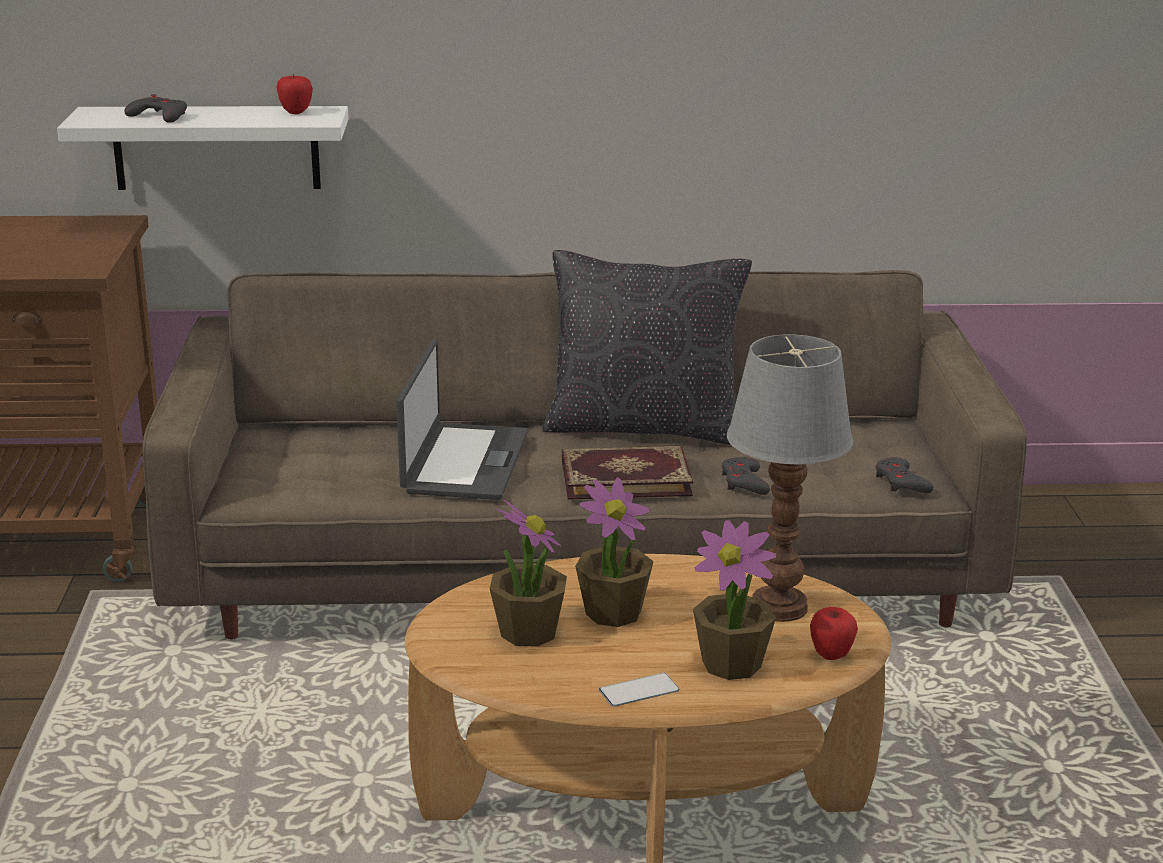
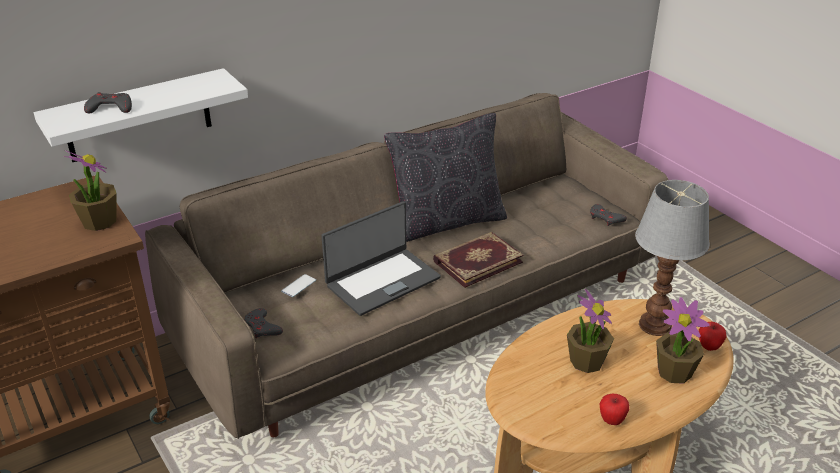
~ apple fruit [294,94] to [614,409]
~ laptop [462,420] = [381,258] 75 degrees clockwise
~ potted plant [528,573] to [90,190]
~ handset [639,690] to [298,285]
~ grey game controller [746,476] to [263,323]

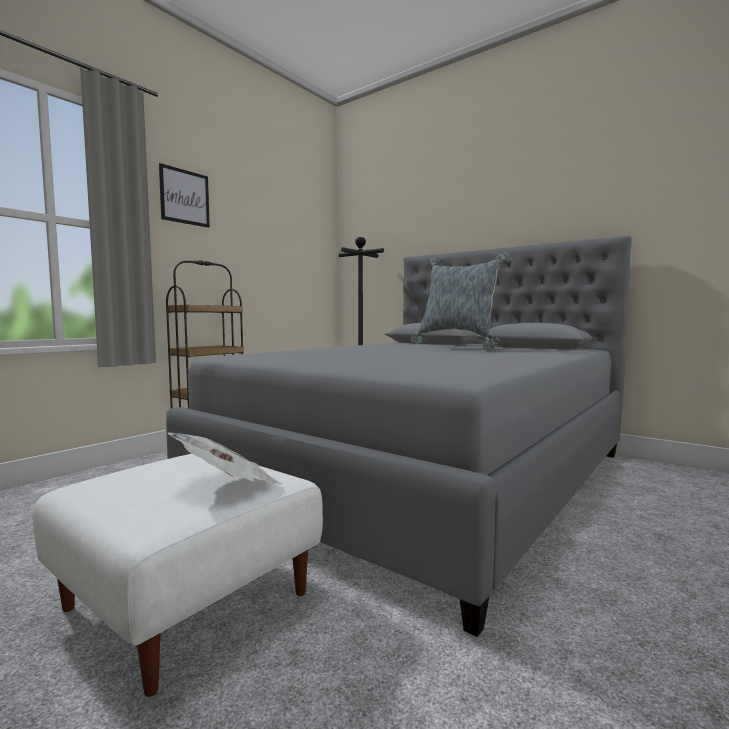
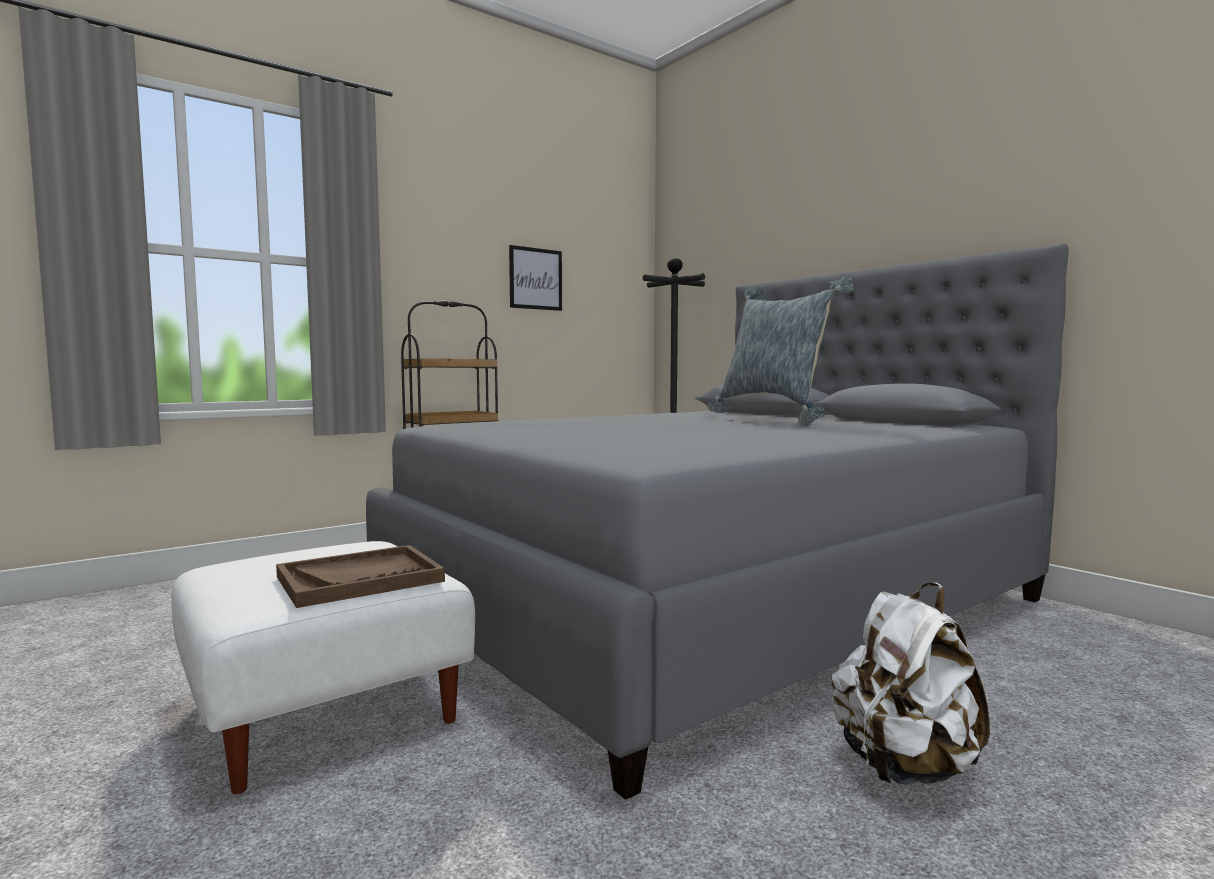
~ wall art [184,195] to [535,278]
~ newspaper [225,458] to brown-coloured serving tray [360,576]
+ whitish knapsack [911,684]

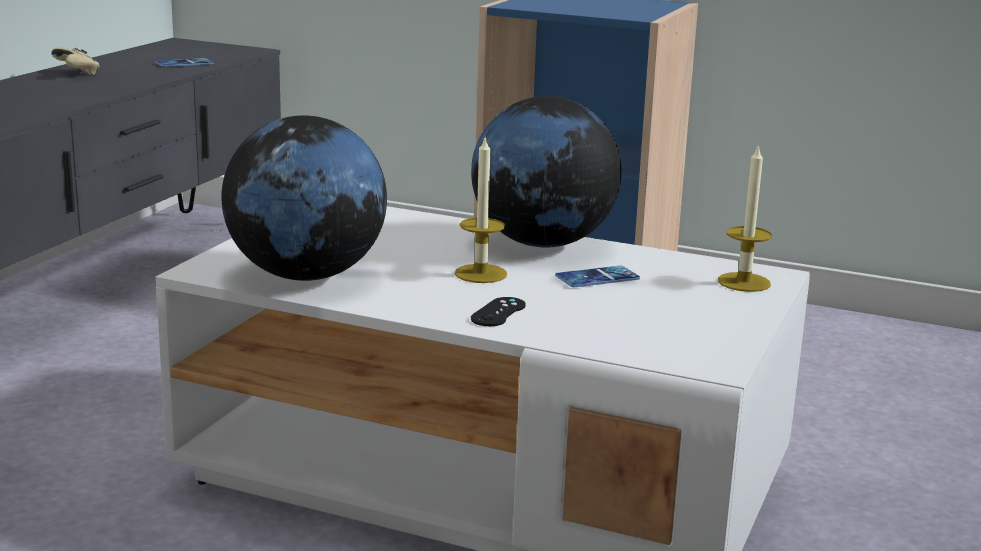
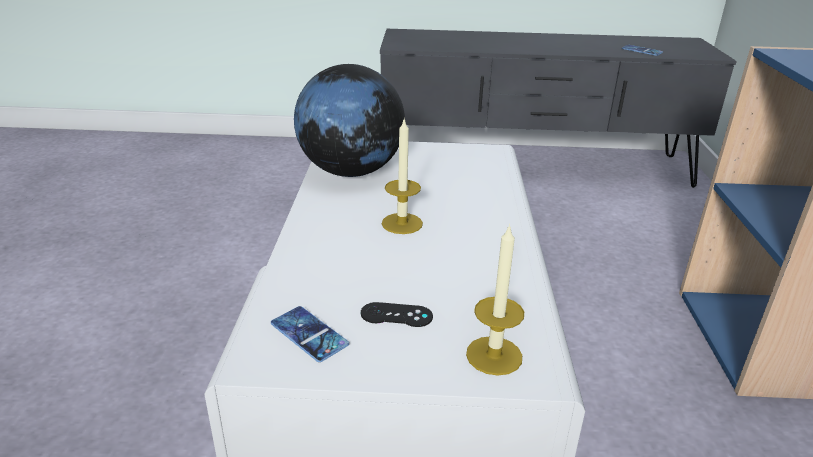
- sand-coloured game controller [75,61]
- desk globe [546,171]
~ blackish game controller [498,311] to [397,314]
~ handset [597,276] to [310,334]

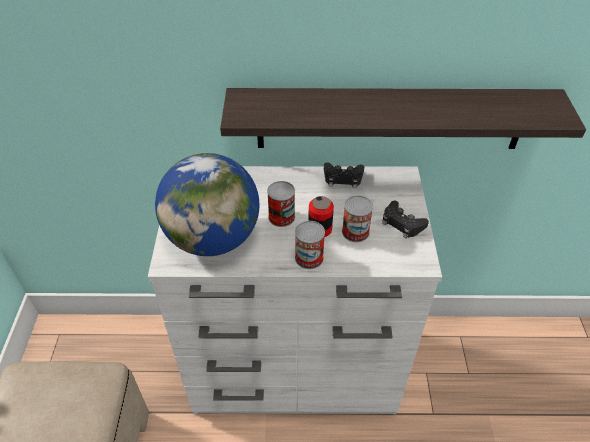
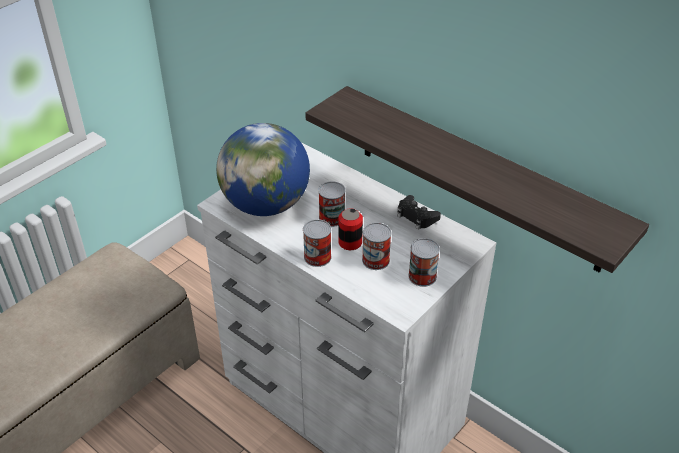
~ blackish game controller [405,220] to metal can [424,262]

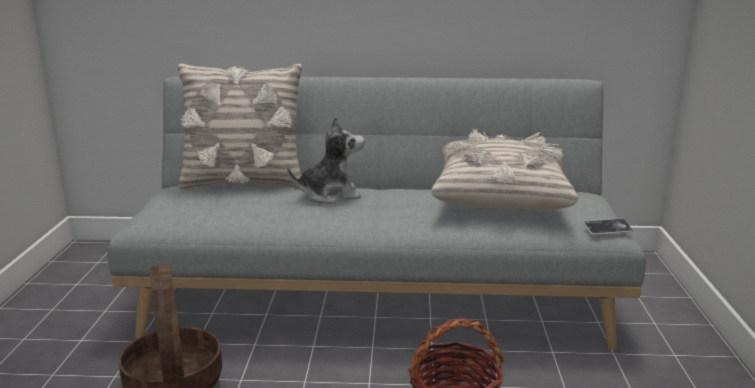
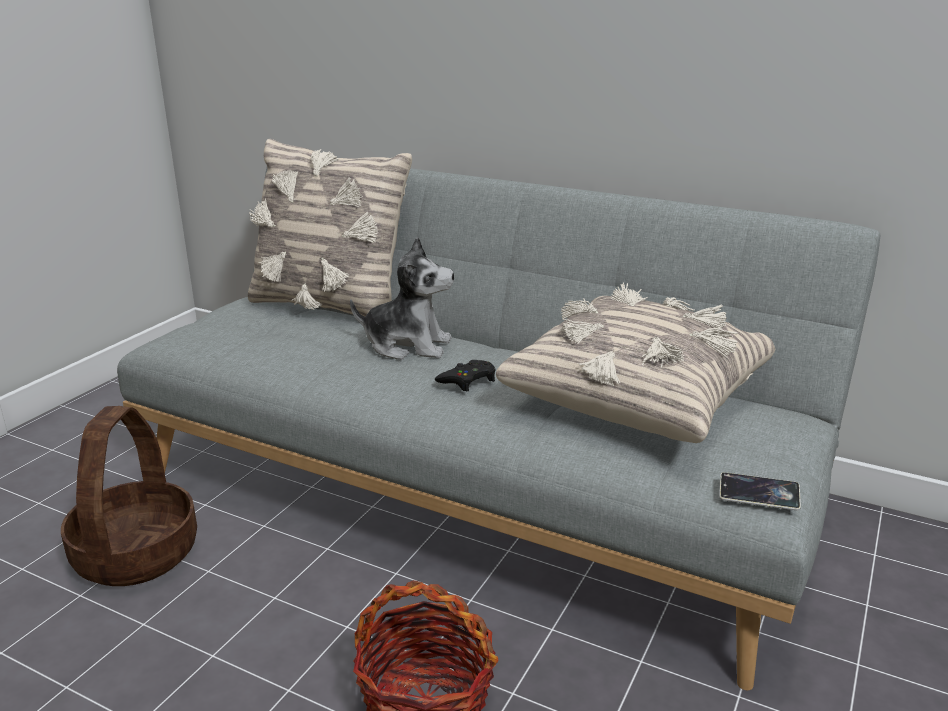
+ blackish game controller [465,376]

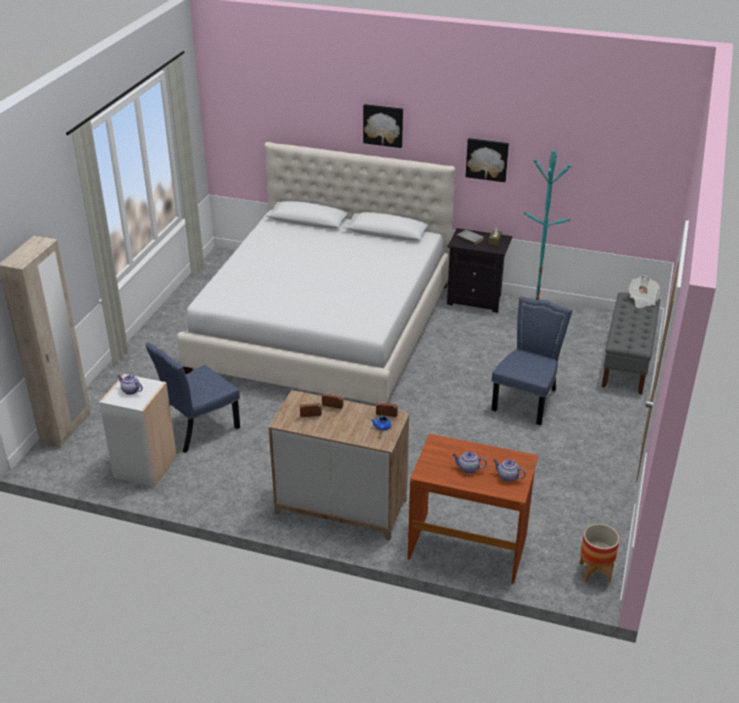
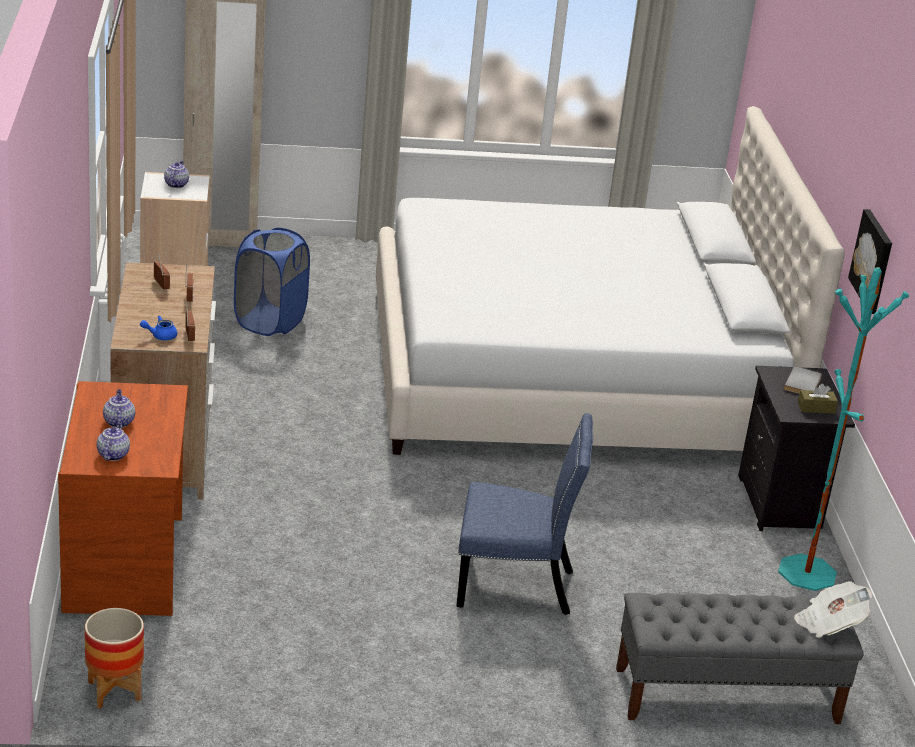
~ bluish upright chair [193,398] to bluish hamper [272,282]
- wall art [383,126]

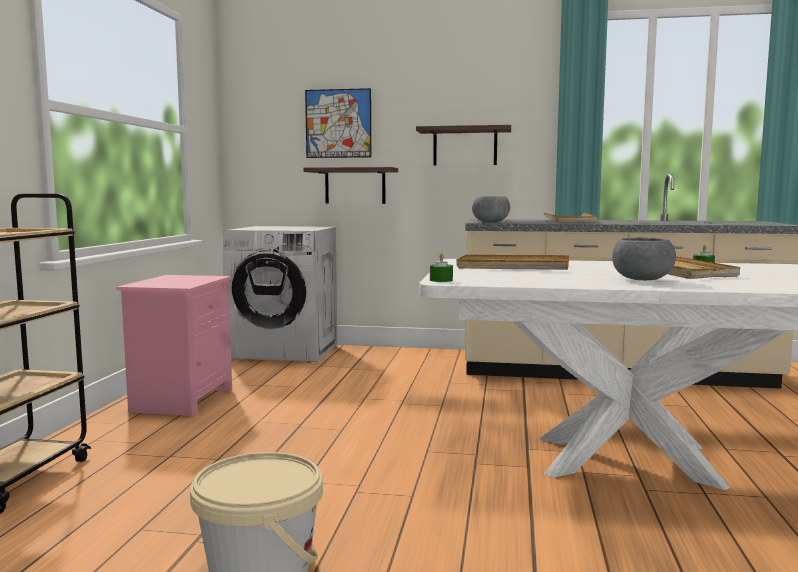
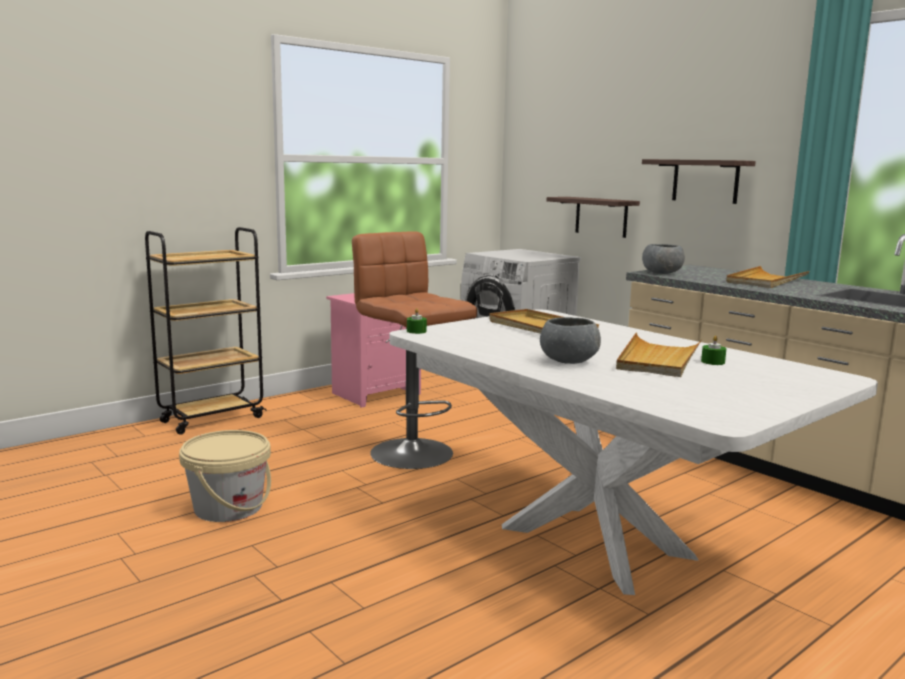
- wall art [338,123]
+ brown-coloured stool [414,350]

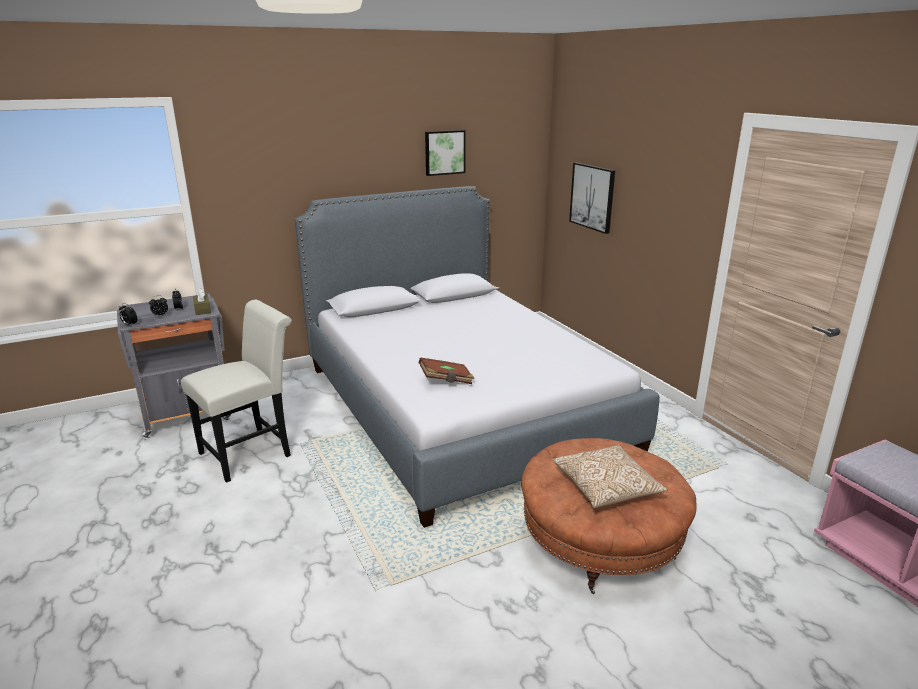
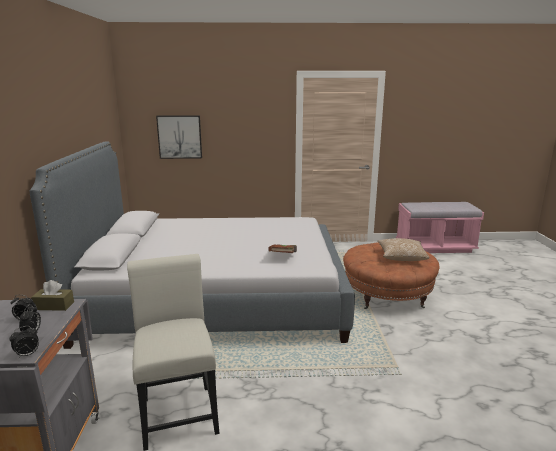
- wall art [445,153]

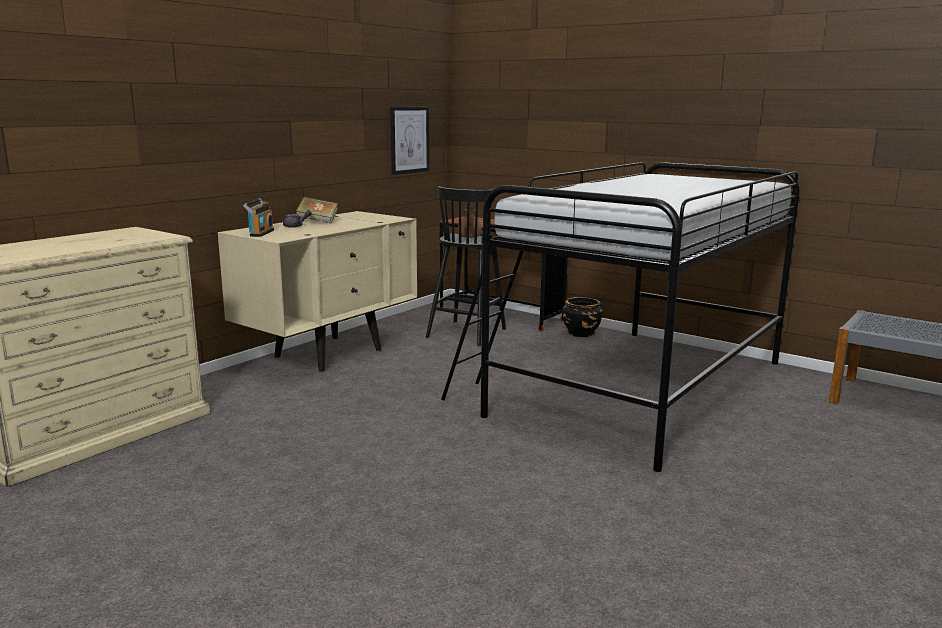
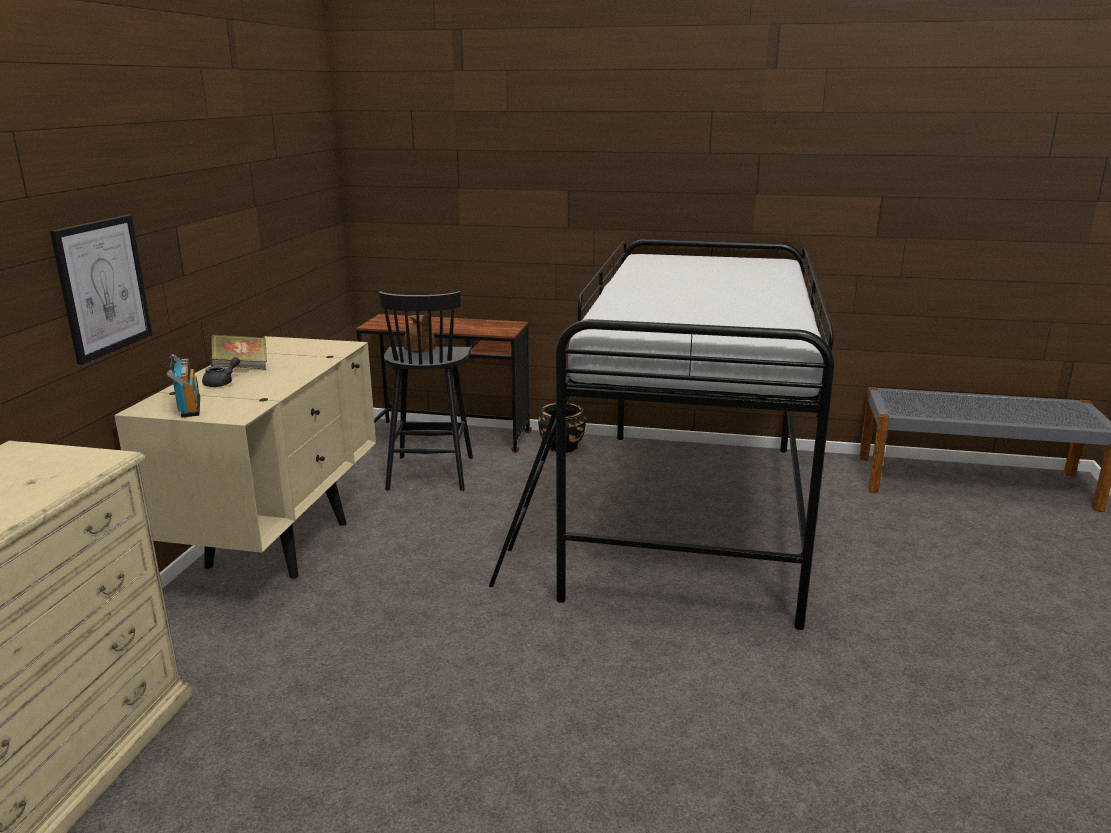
~ wall art [409,141] to [101,290]

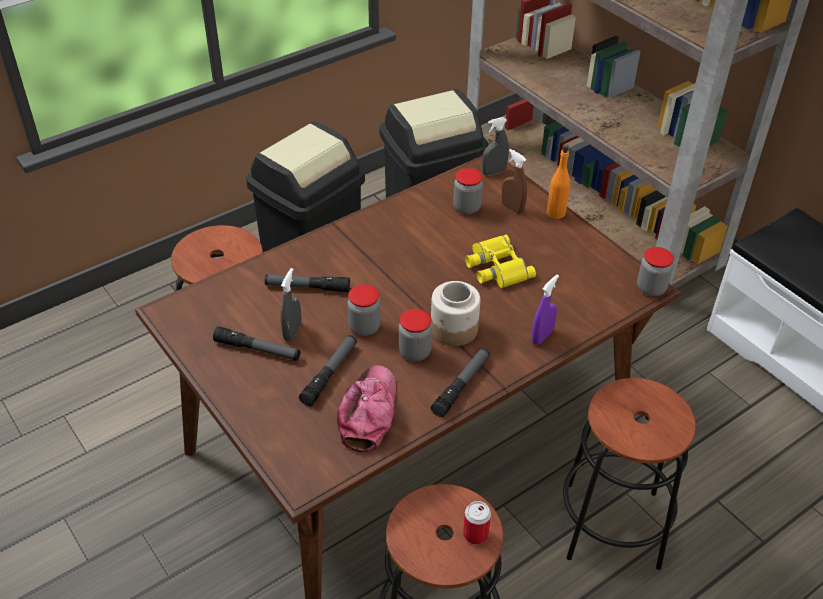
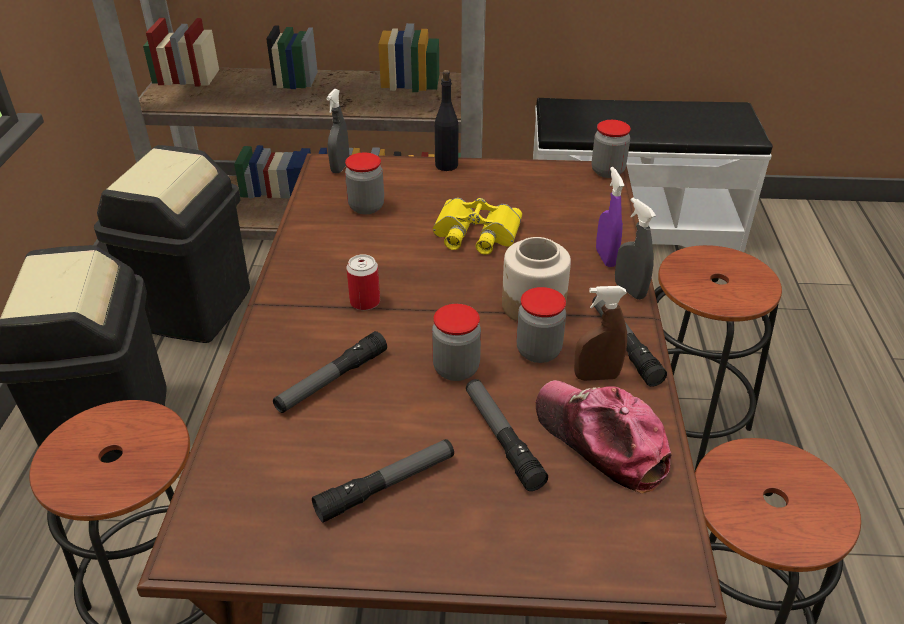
~ grey sprayer [291,305] to [635,249]
~ metal can [477,522] to [363,282]
~ brown-coloured sprayer [514,181] to [600,333]
~ orangey bottle [558,181] to blackish bottle [446,120]

